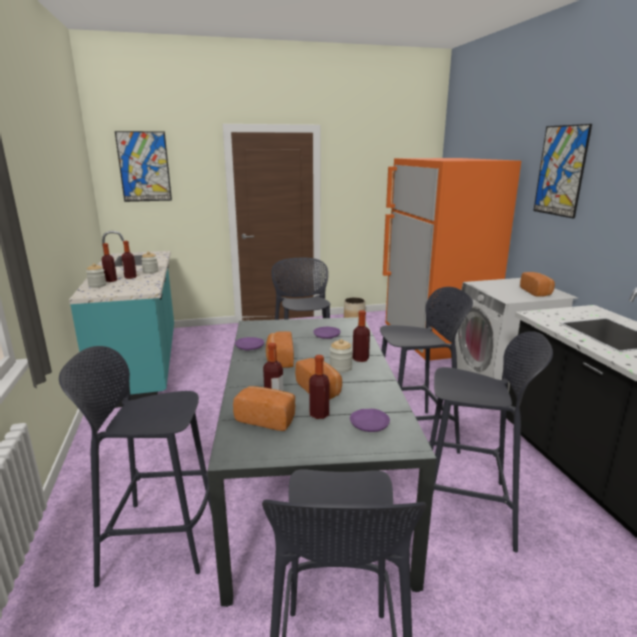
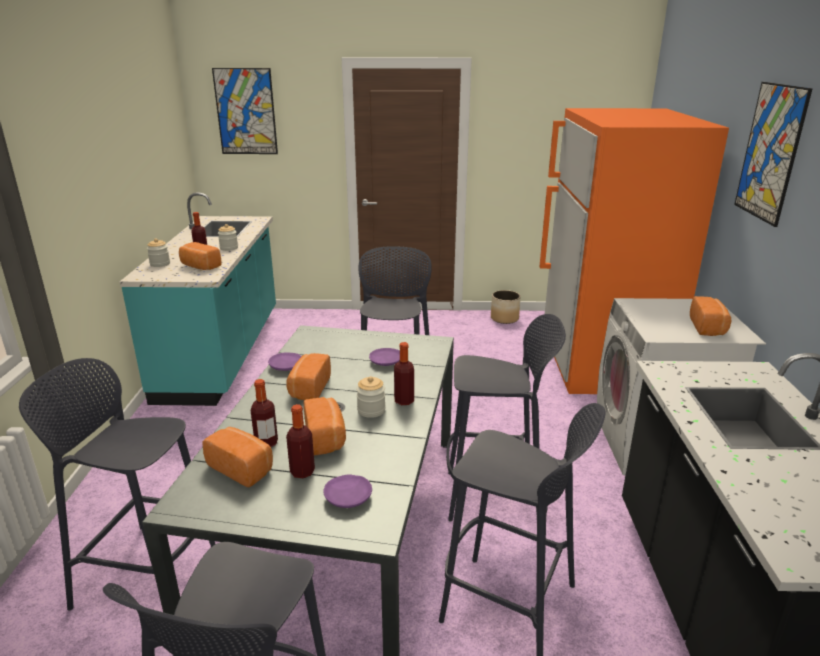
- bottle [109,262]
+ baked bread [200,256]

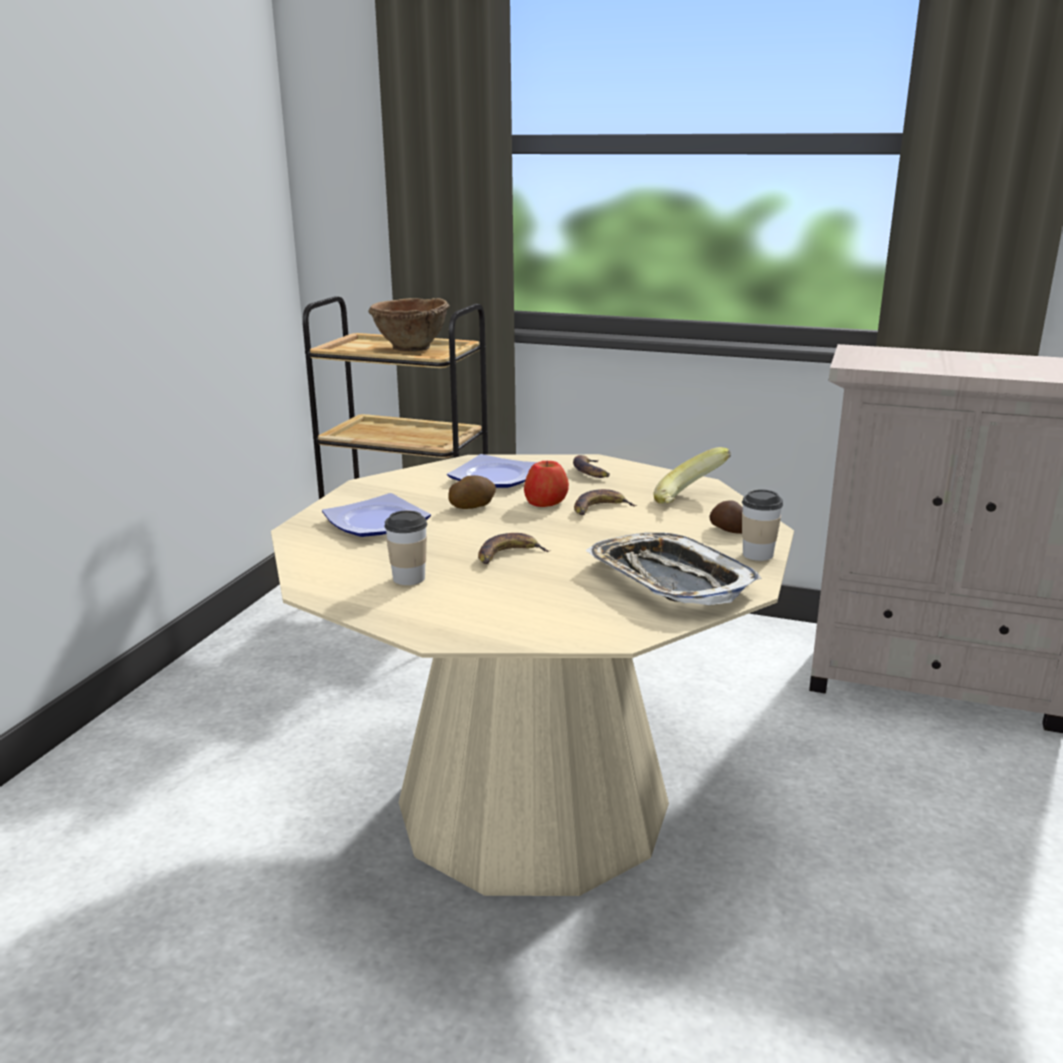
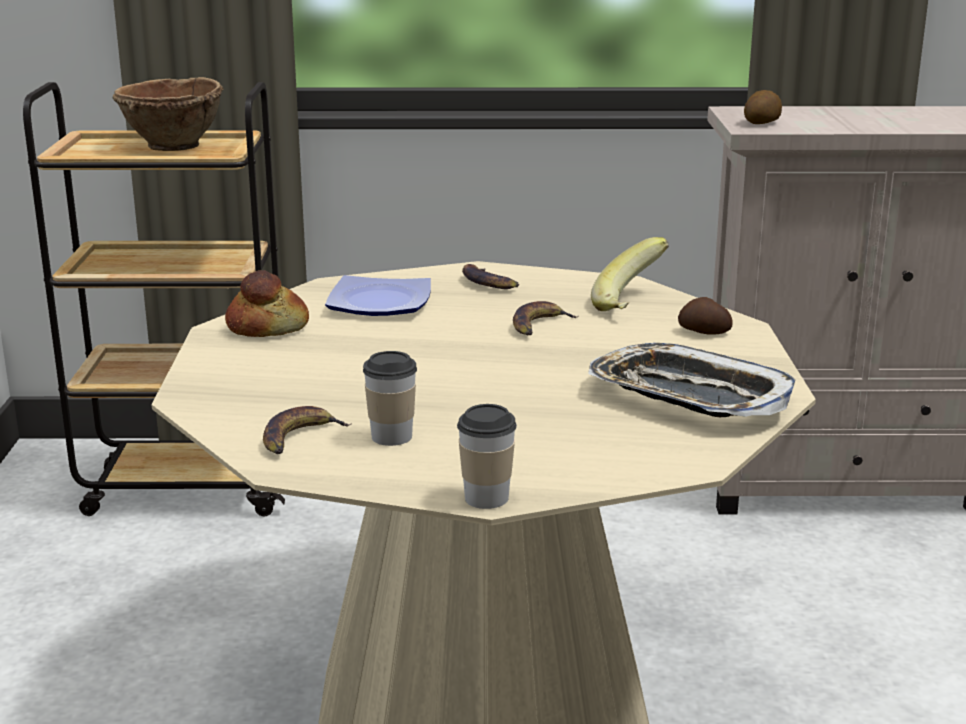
- plate [376,515]
~ potato [472,492] to [763,107]
~ banana [514,548] to [307,430]
- apple fruit [546,484]
~ small cup [762,525] to [487,456]
+ baked bread [267,303]

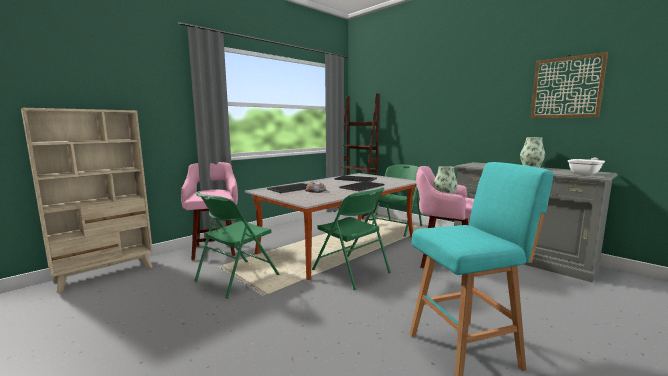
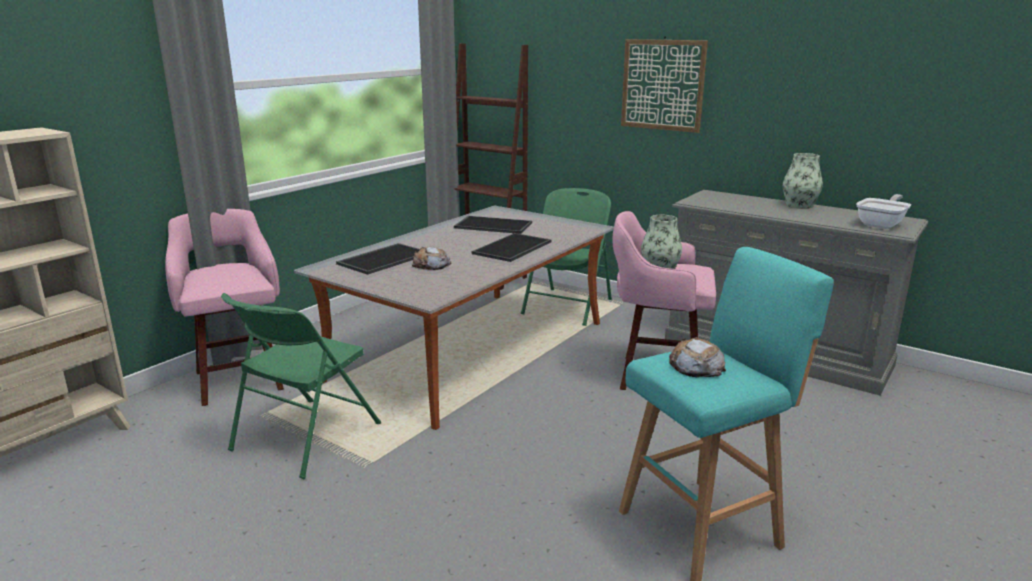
- greenish upright chair [351,238]
~ wall art [569,85] to [664,84]
+ baked bread [697,357]

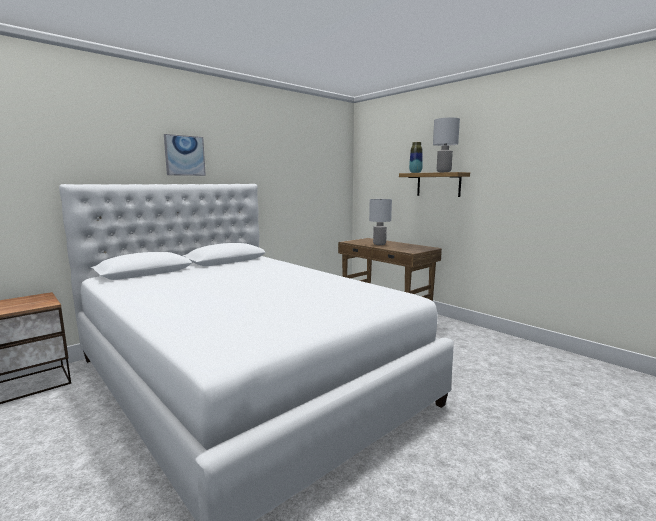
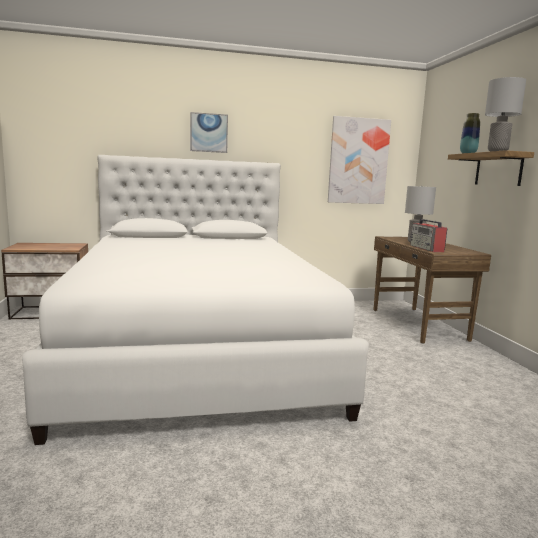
+ wall art [359,160]
+ radio set [428,235]

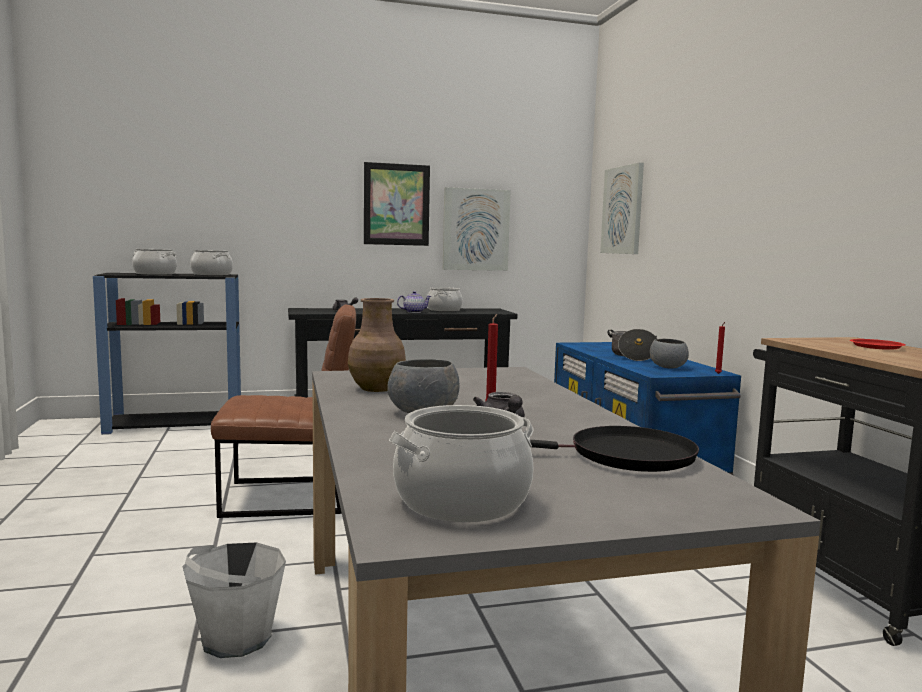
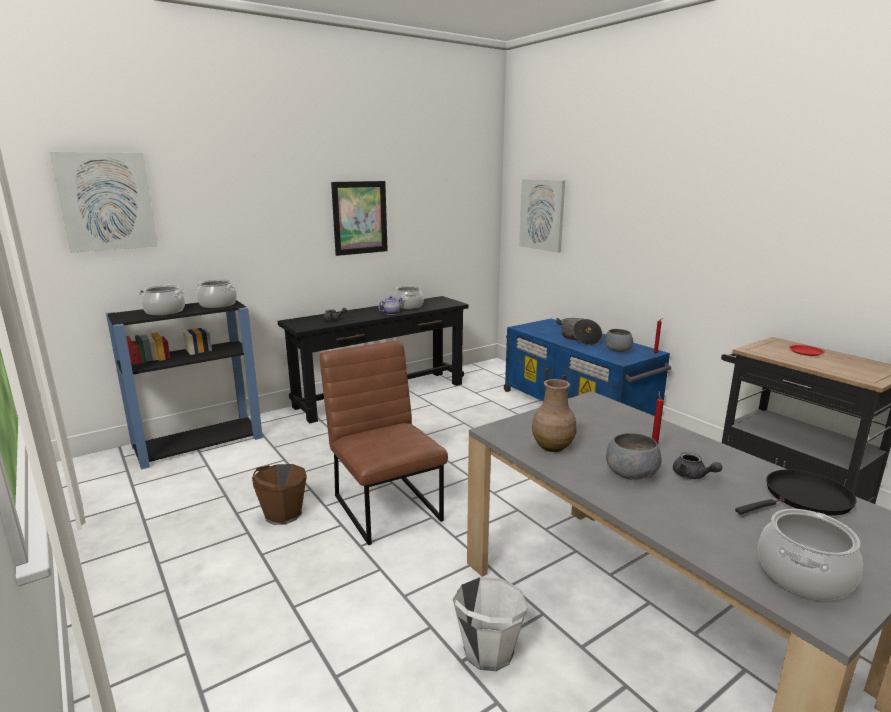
~ brown-coloured upright chair [283,411] = [384,443] 90 degrees counterclockwise
~ wall art [477,229] to [104,202]
+ brown-coloured bucket [279,494]

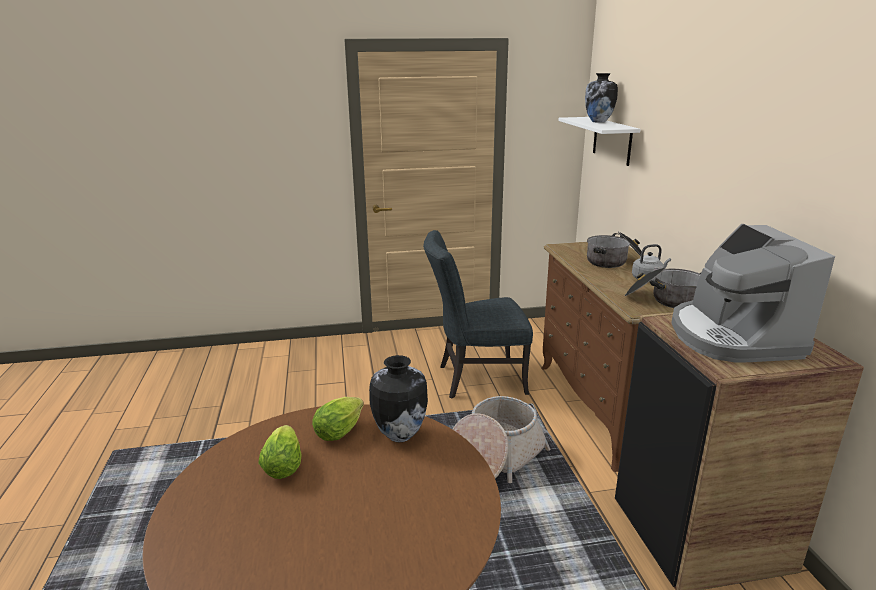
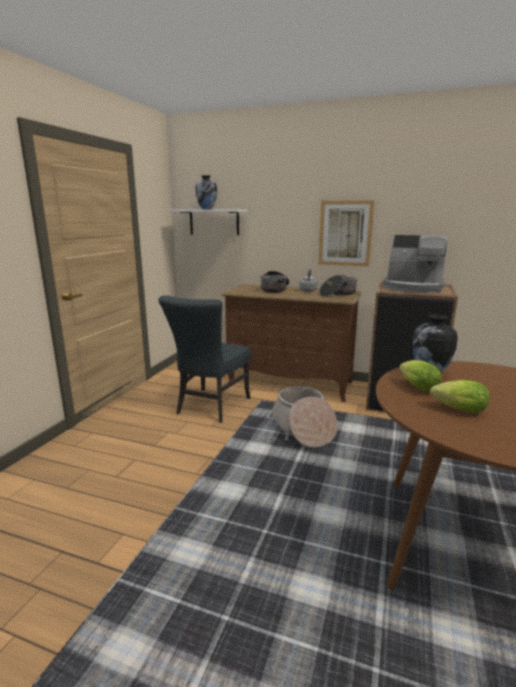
+ wall art [346,233]

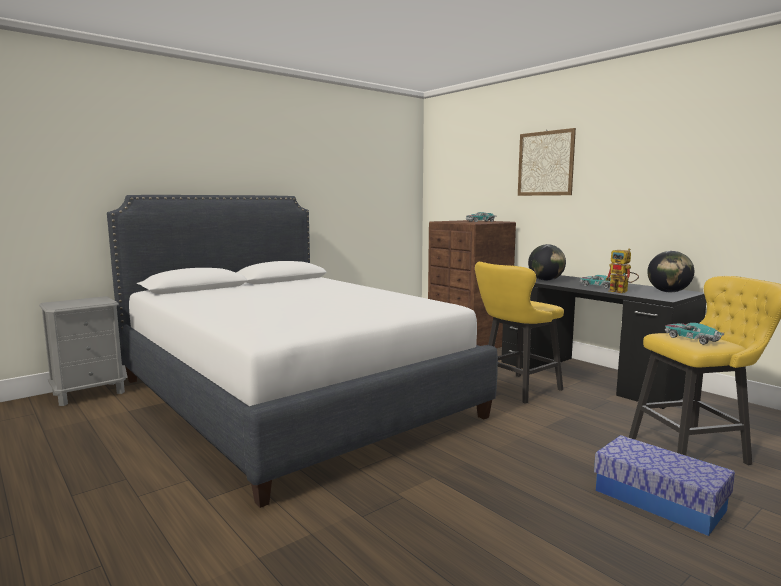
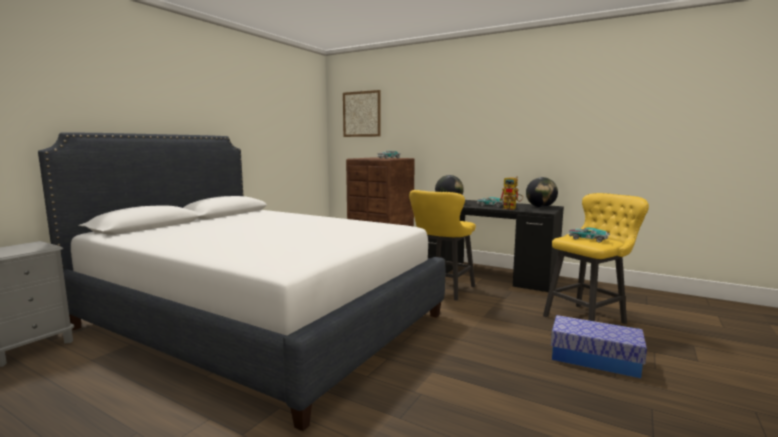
~ wall art [547,162] to [362,113]

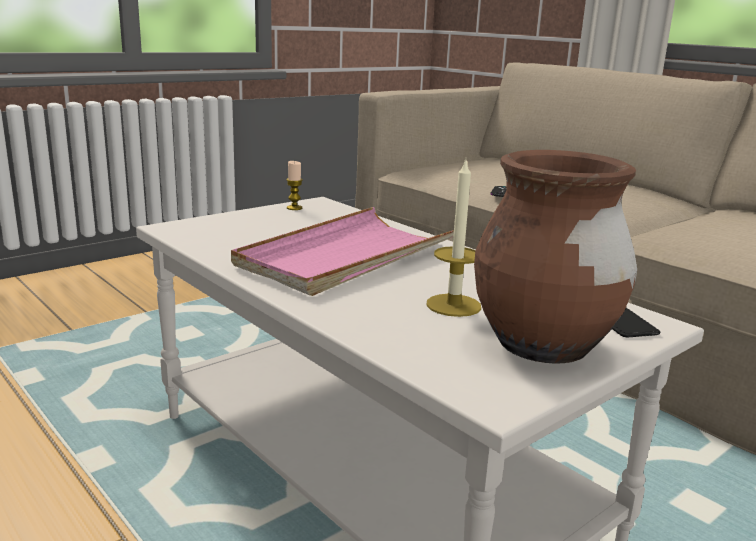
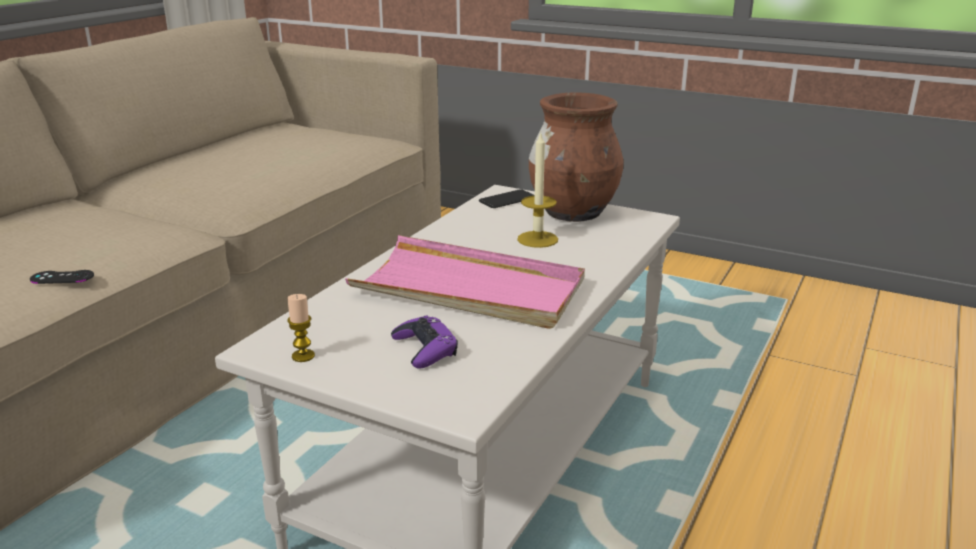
+ purple game controller [424,342]

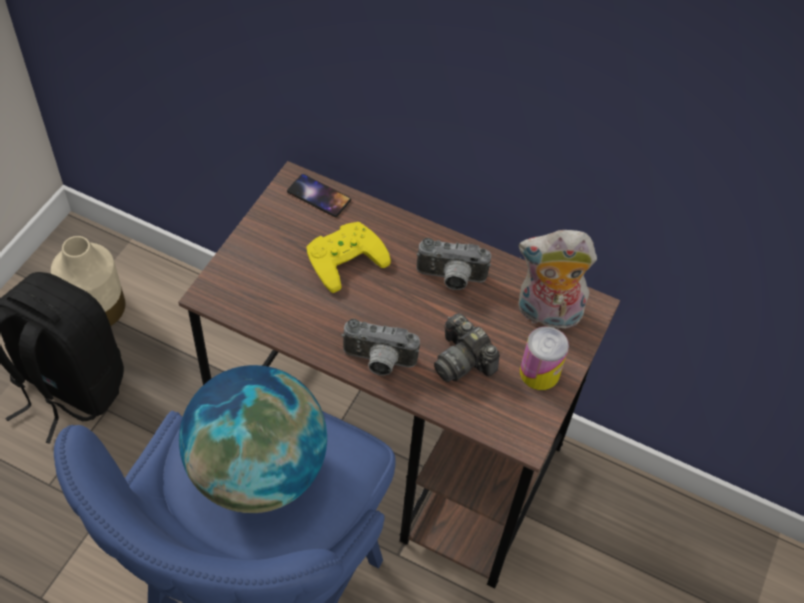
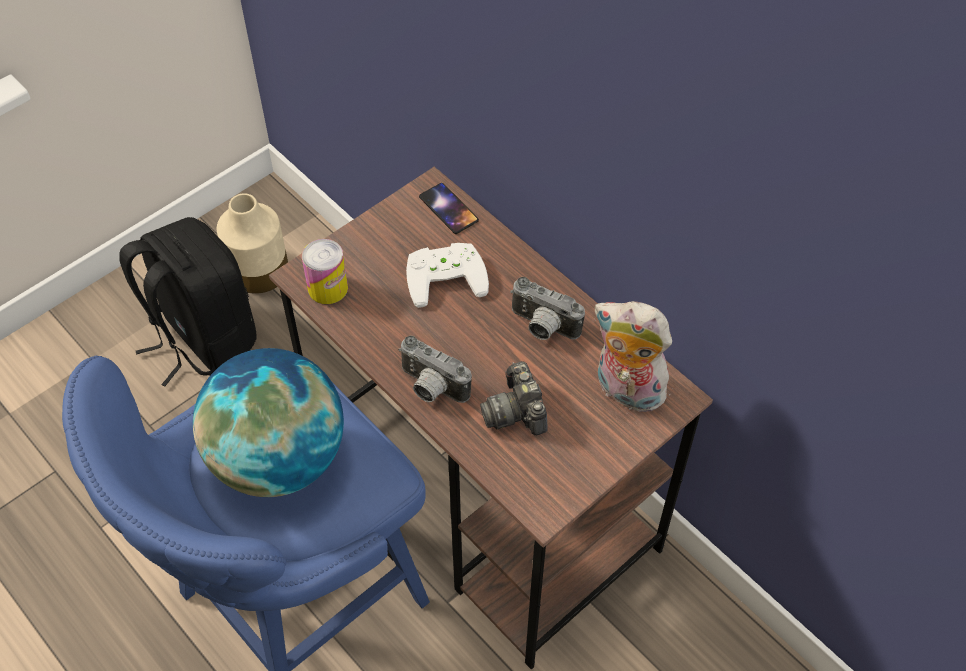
~ yellow-coloured game controller [348,257] to whitish game controller [447,275]
~ metal can [544,358] to [325,271]

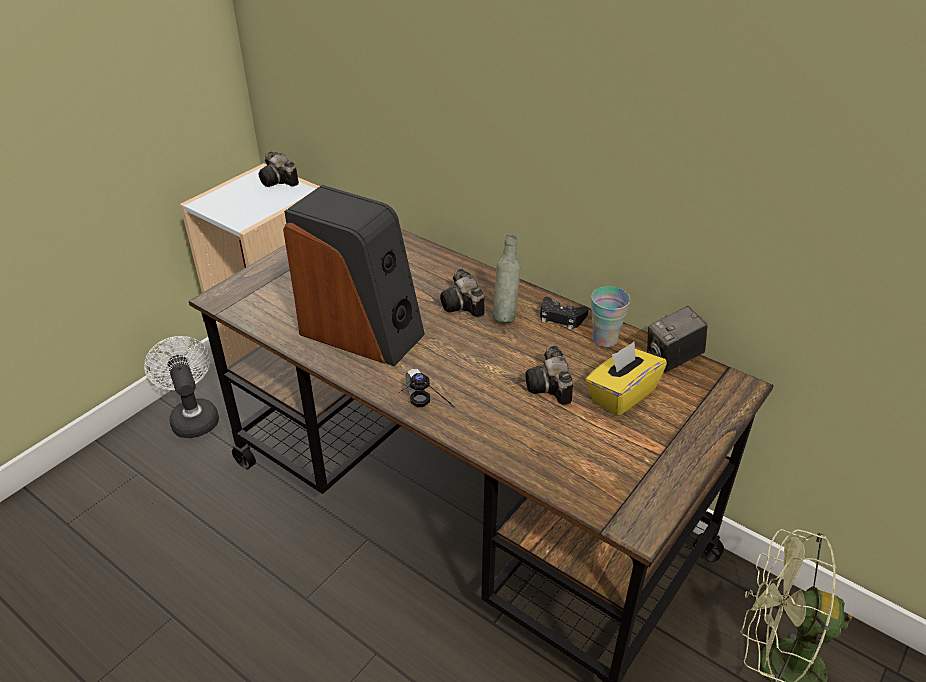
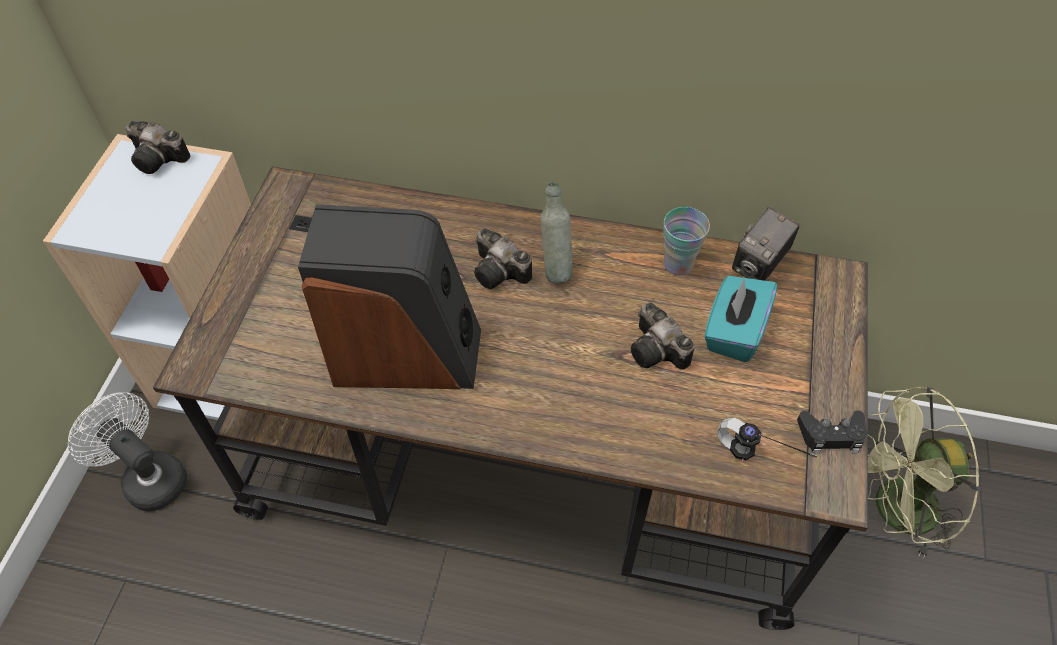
~ pair of headphones [426,388] to [767,440]
~ blackish game controller [564,313] to [832,432]
~ yellow-coloured box of tissues [626,379] to turquoise-coloured box of tissues [740,319]

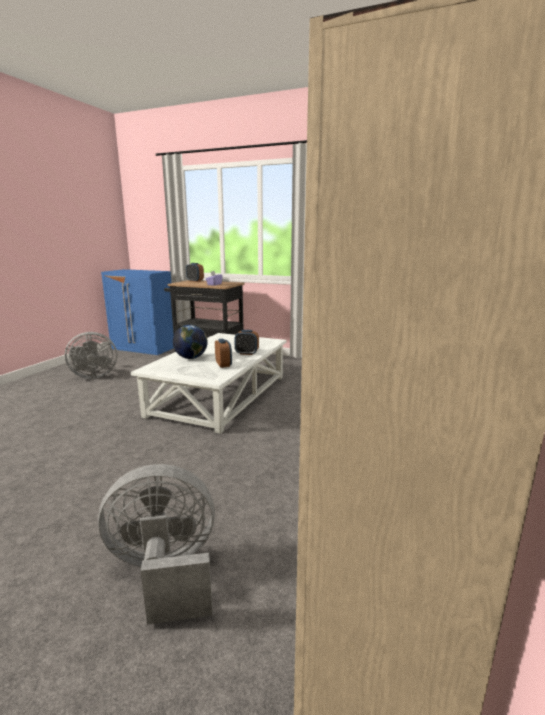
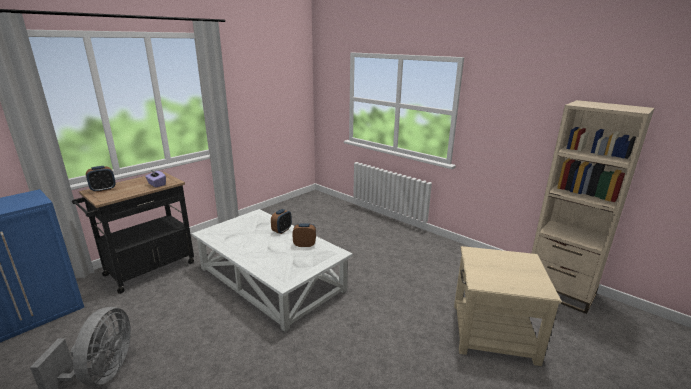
~ grey fan [156,544] to sand-coloured end table [508,306]
- desk globe [190,342]

